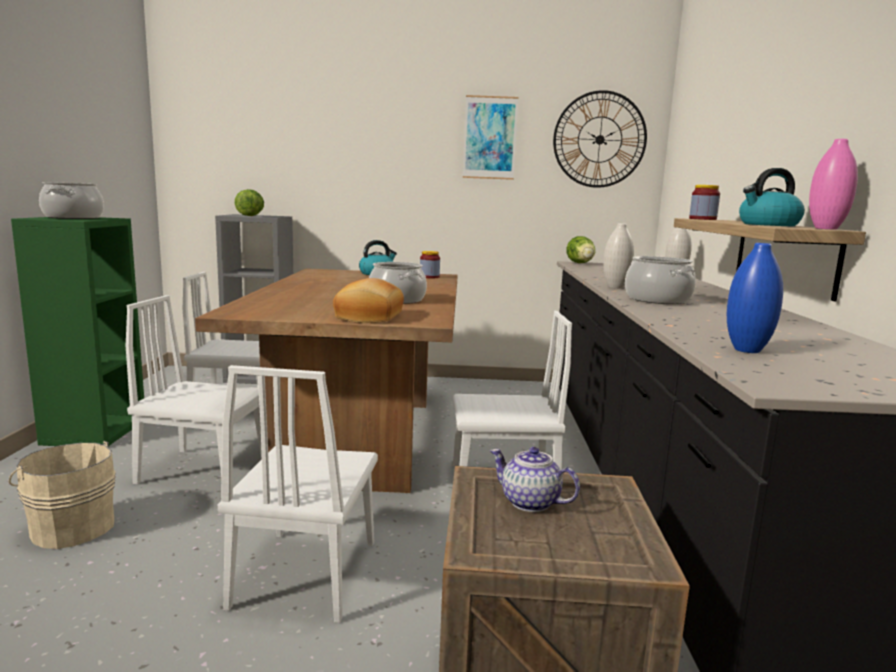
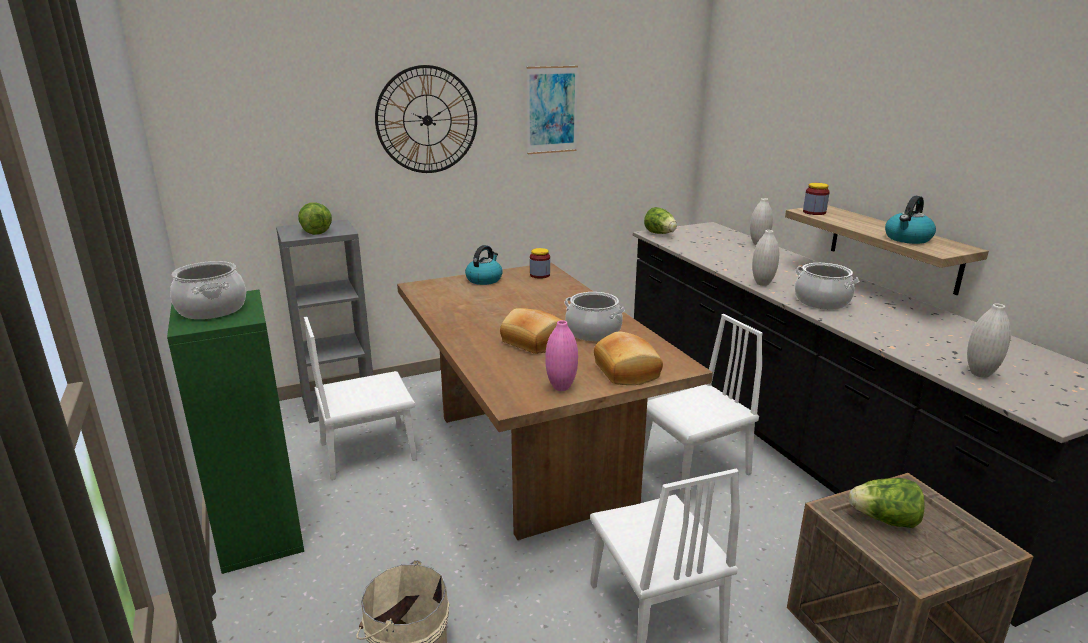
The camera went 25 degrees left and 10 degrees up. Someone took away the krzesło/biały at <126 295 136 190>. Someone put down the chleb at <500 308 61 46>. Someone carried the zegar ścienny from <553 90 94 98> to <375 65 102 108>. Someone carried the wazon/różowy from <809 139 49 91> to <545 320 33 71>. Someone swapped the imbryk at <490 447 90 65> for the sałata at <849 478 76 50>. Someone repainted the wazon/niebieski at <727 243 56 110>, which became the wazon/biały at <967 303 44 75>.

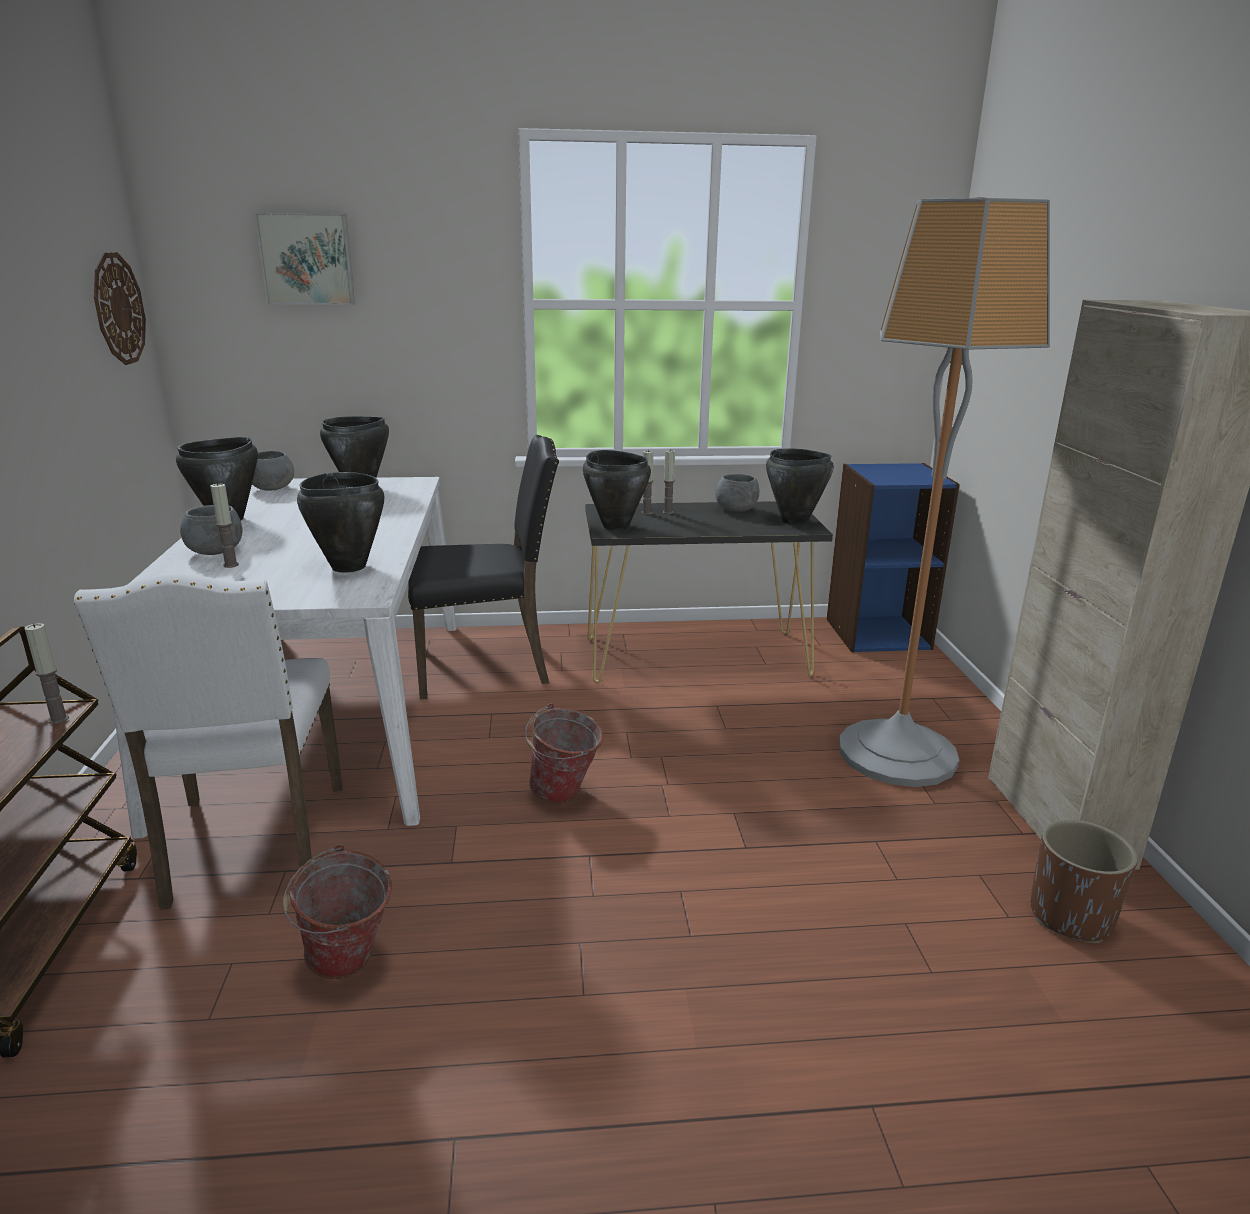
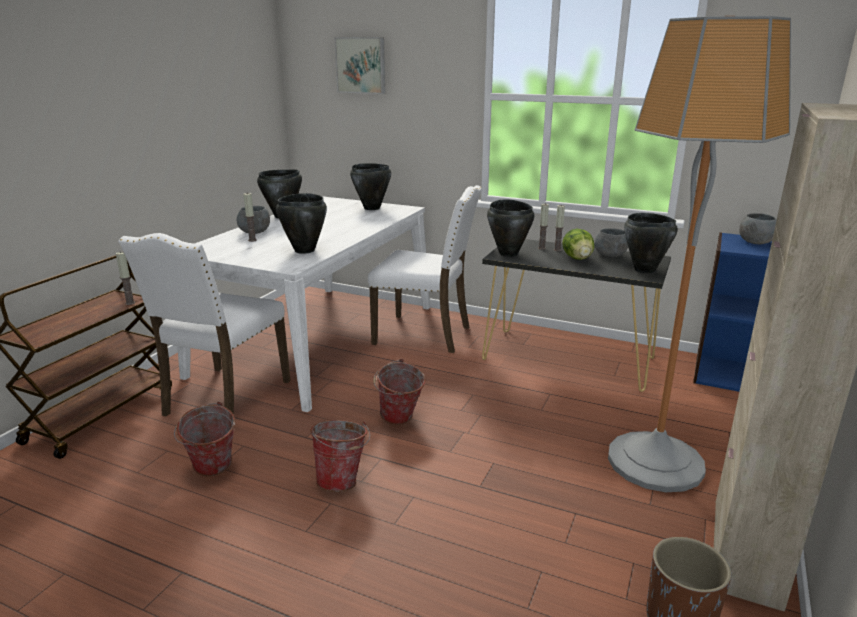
The camera went 30 degrees right and 0 degrees up. Someone took away the zegar ścienny at <94 252 52 113>. Someone put down the wiadro at <310 420 60 72>. Someone put down the sałata at <562 229 32 31>. Someone carried the miska/szary from <252 451 42 40> to <739 213 38 31>. Someone repainted the krzesło/czarny at <408 435 151 264>, which became the krzesło/biały at <368 185 114 168>.

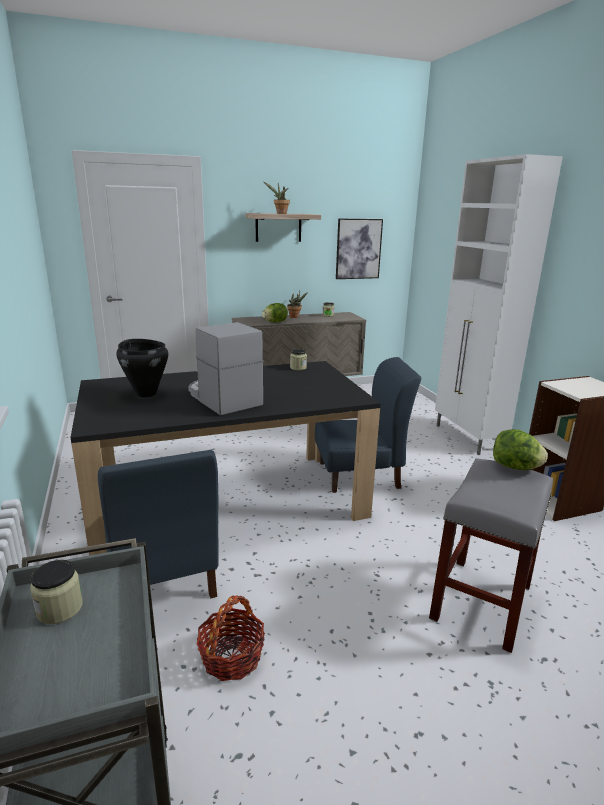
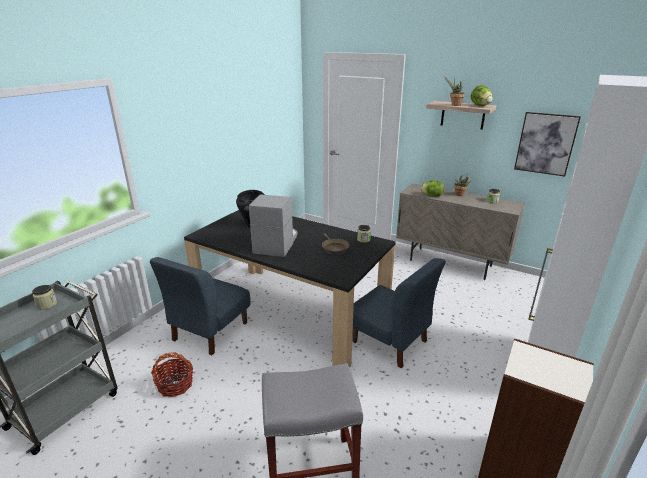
The camera went 50 degrees right and 5 degrees up. Someone put down the patelnia/brązowy at <322 233 27 22>. Someone carried the sałata from <493 429 55 41> to <471 85 22 21>.

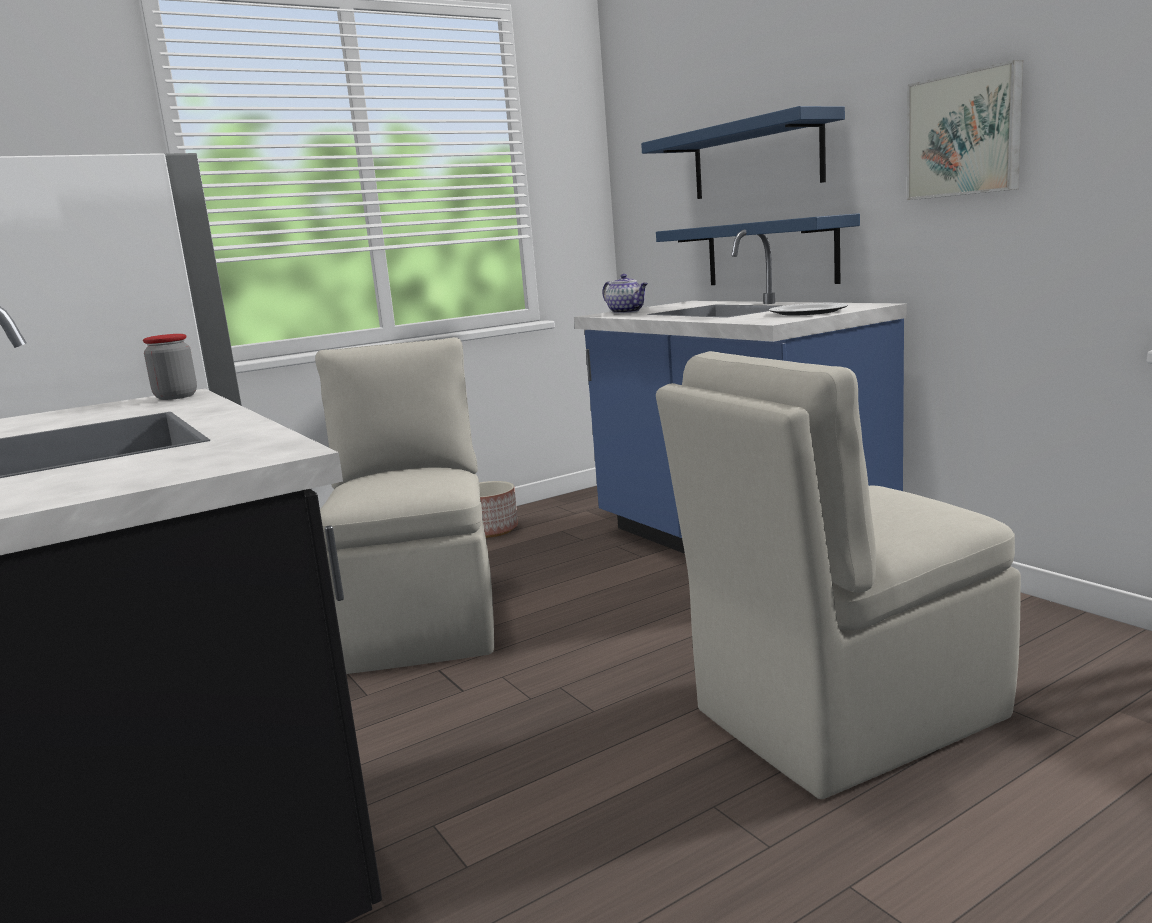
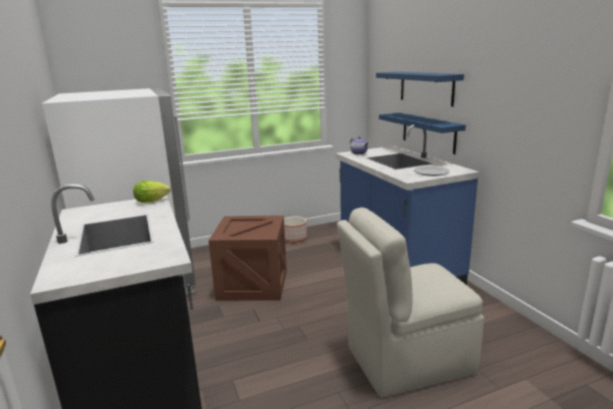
The camera went 10 degrees right and 5 degrees up. Someone took away the obraz at <907 60 116 140>. Someone swapped the słoik at <143 334 54 66> for the sałata at <133 181 38 22>. Someone swapped the krzesło/beżowy at <315 337 179 337> for the skrzynka at <208 215 79 86>.

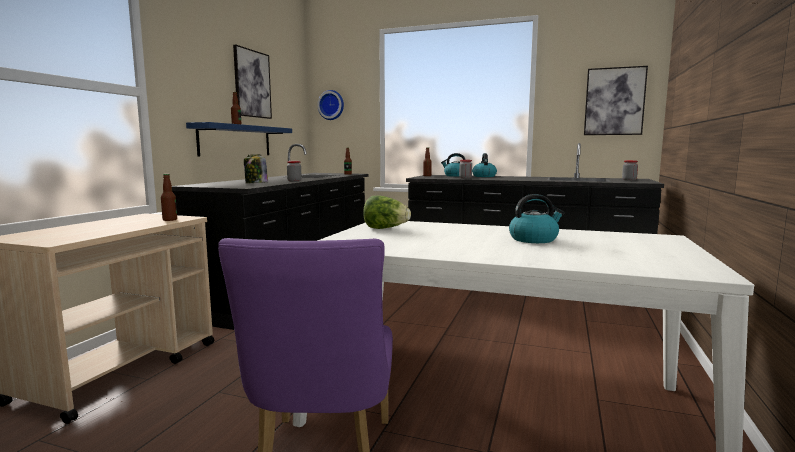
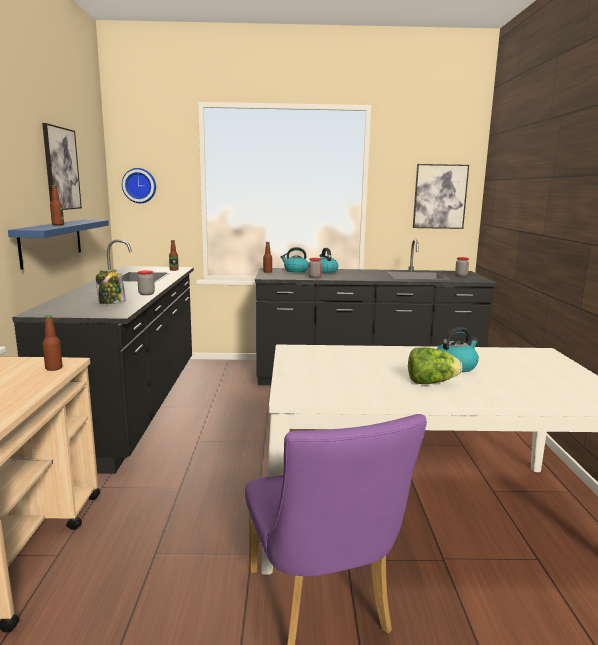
The camera went 20 degrees left and 5 degrees up. Someone carried the sałata from <363 196 48 33> to <408 347 54 37>.

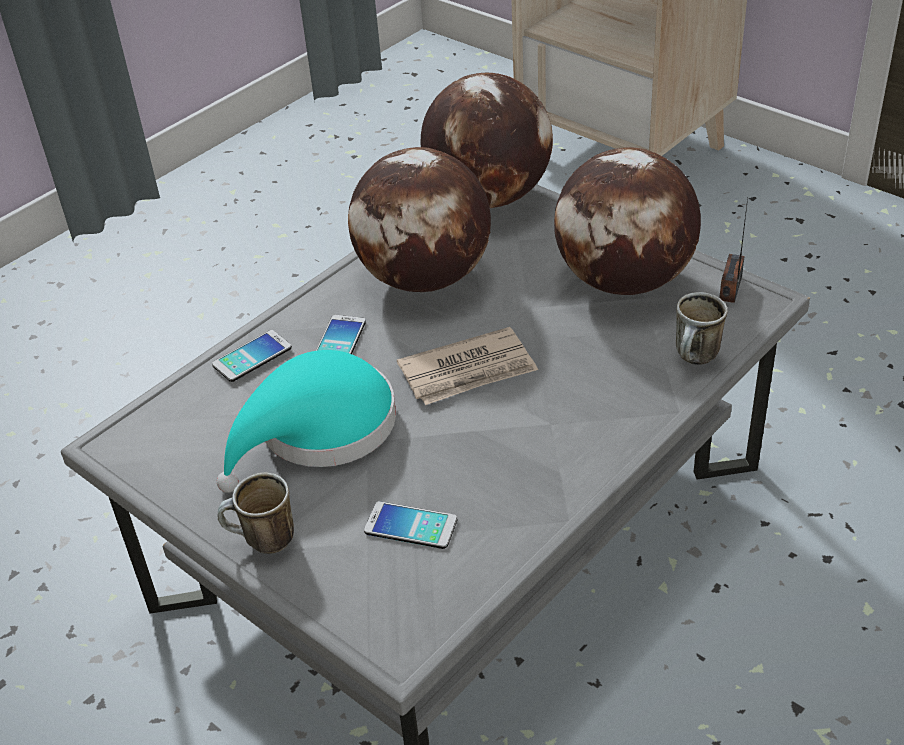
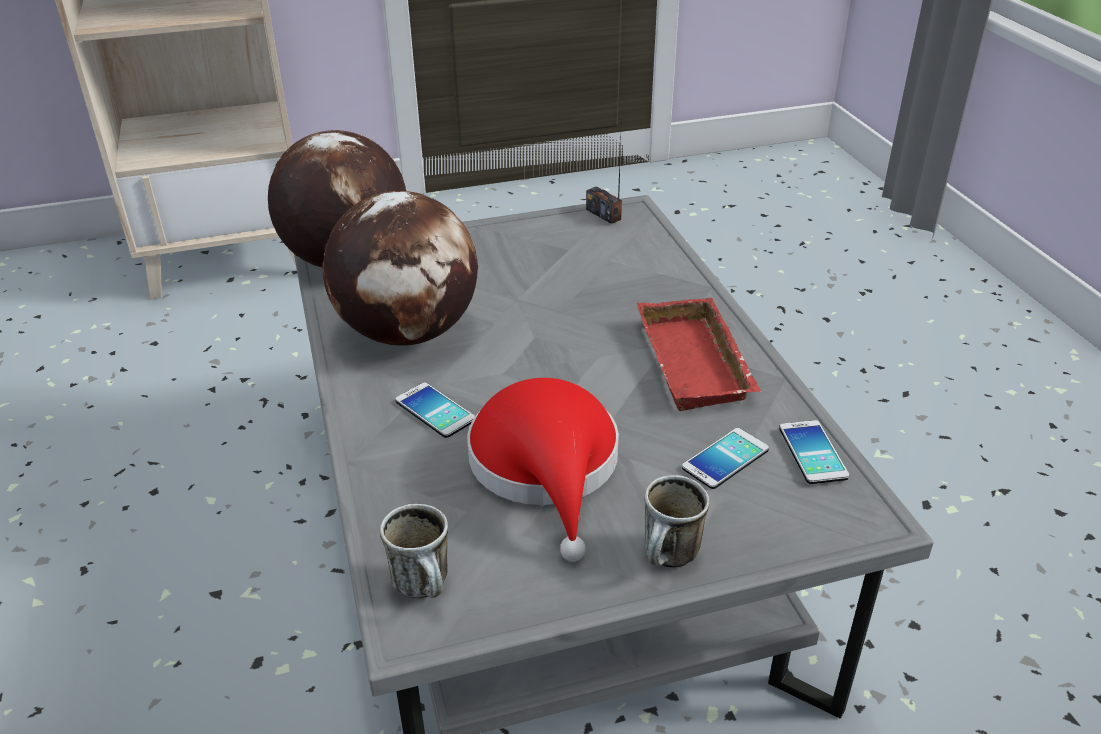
The camera went 60 degrees left and 5 degrees down. Someone took away the gazeta at <397 327 141 78>. Someone took away the globus at <554 147 147 148>. Someone put down the taca/czerwony at <637 298 124 113>. Someone carried the telefon from <212 330 80 52> to <779 420 70 64>. Someone carried the kubek from <676 292 51 73> to <380 504 68 95>. Someone repainted the kapelusz/turkusowy at <217 350 179 143>, which became the kapelusz/czerwony at <467 378 152 184>.

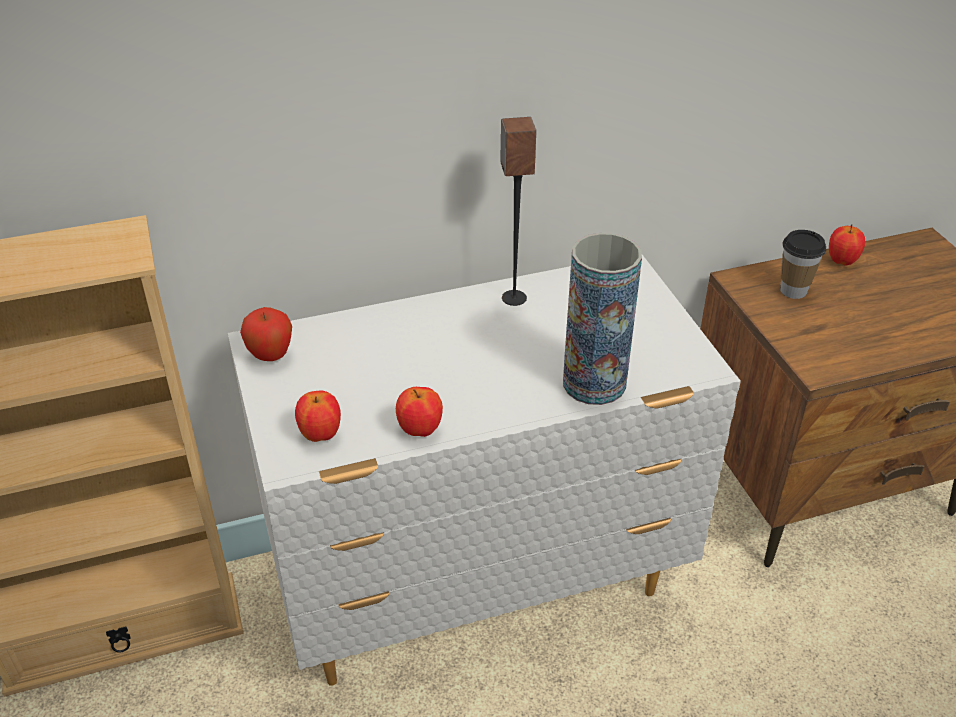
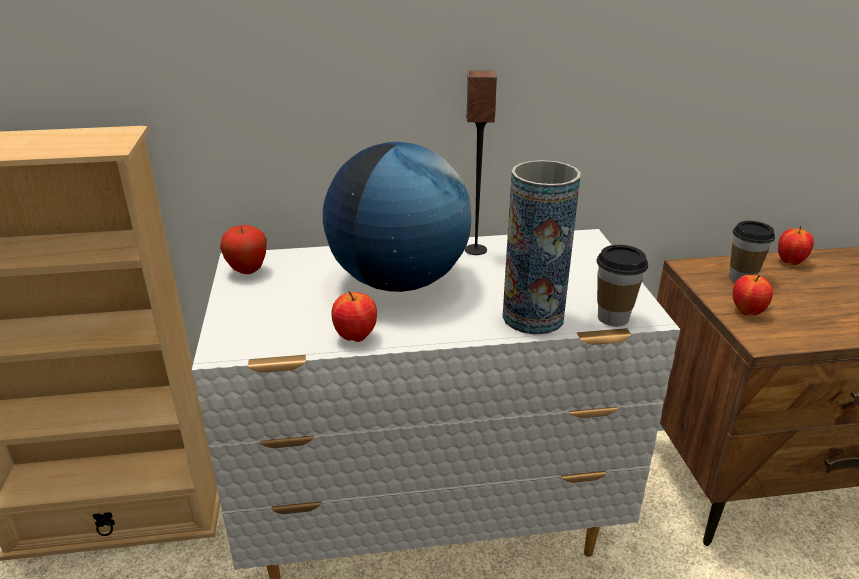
The camera went 10 degrees right and 10 degrees down. Someone put down the globus at <323 142 148 150>. Someone put down the filiżanka at <596 245 52 81>. Someone carried the jabłko from <295 391 46 51> to <733 275 40 40>.

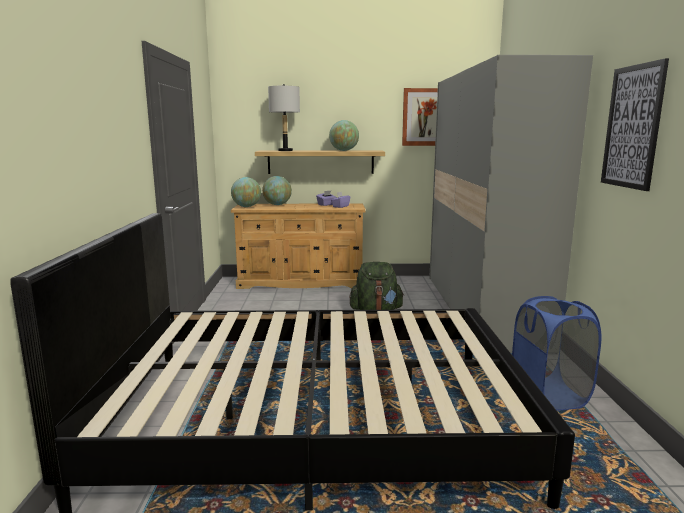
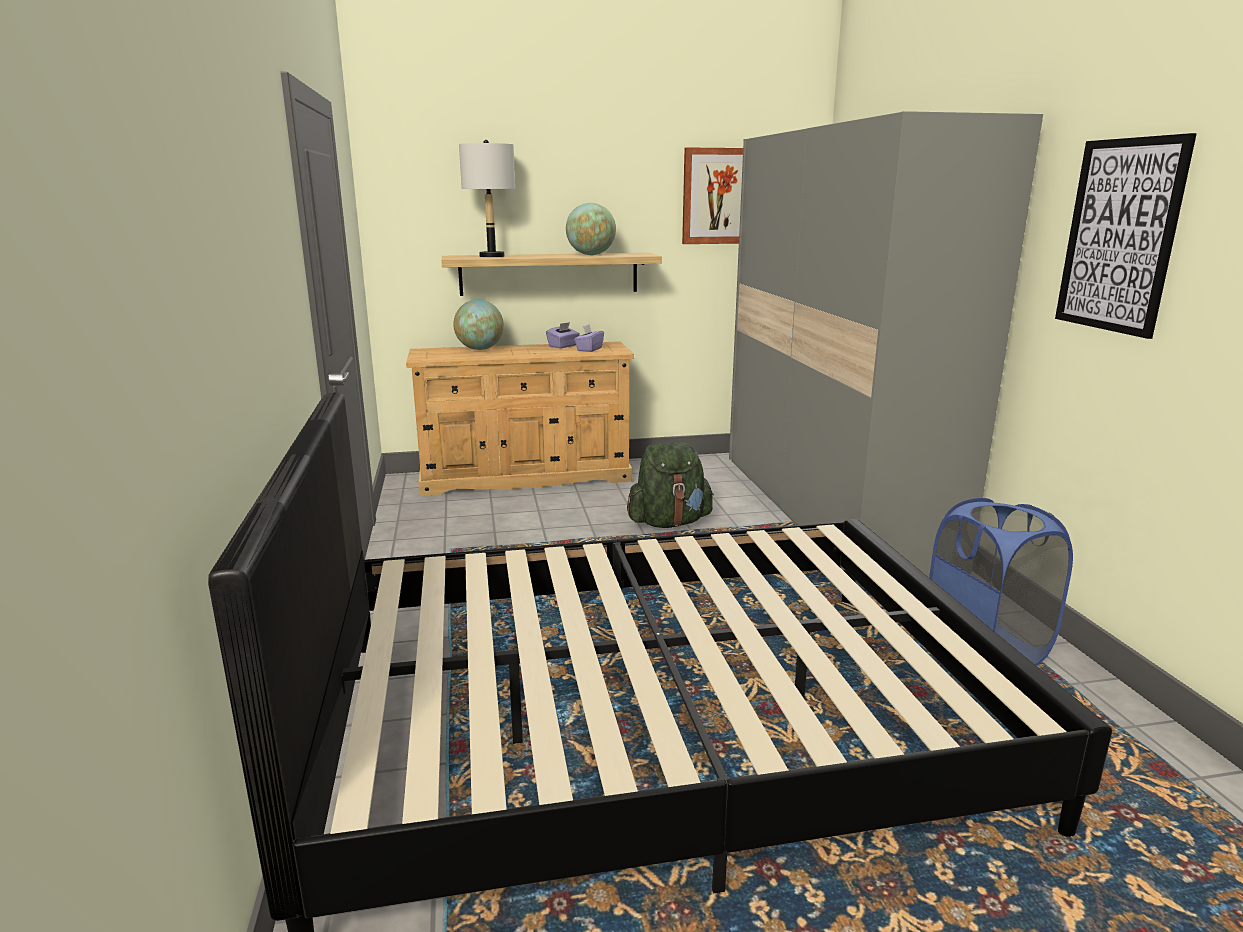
The camera went 10 degrees left and 5 degrees up. Someone took away the globus at <231 177 30 30>.

